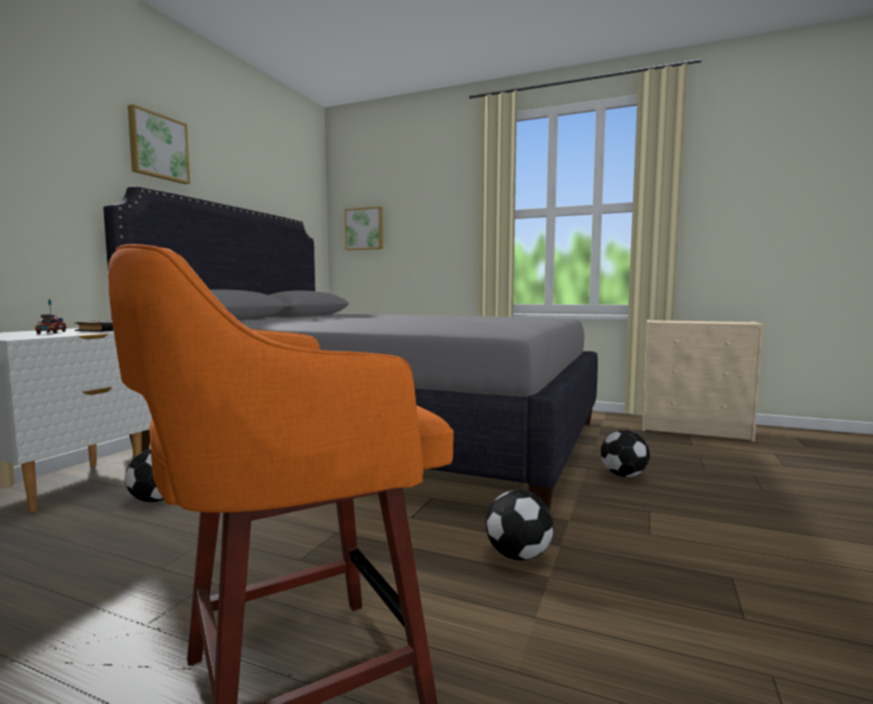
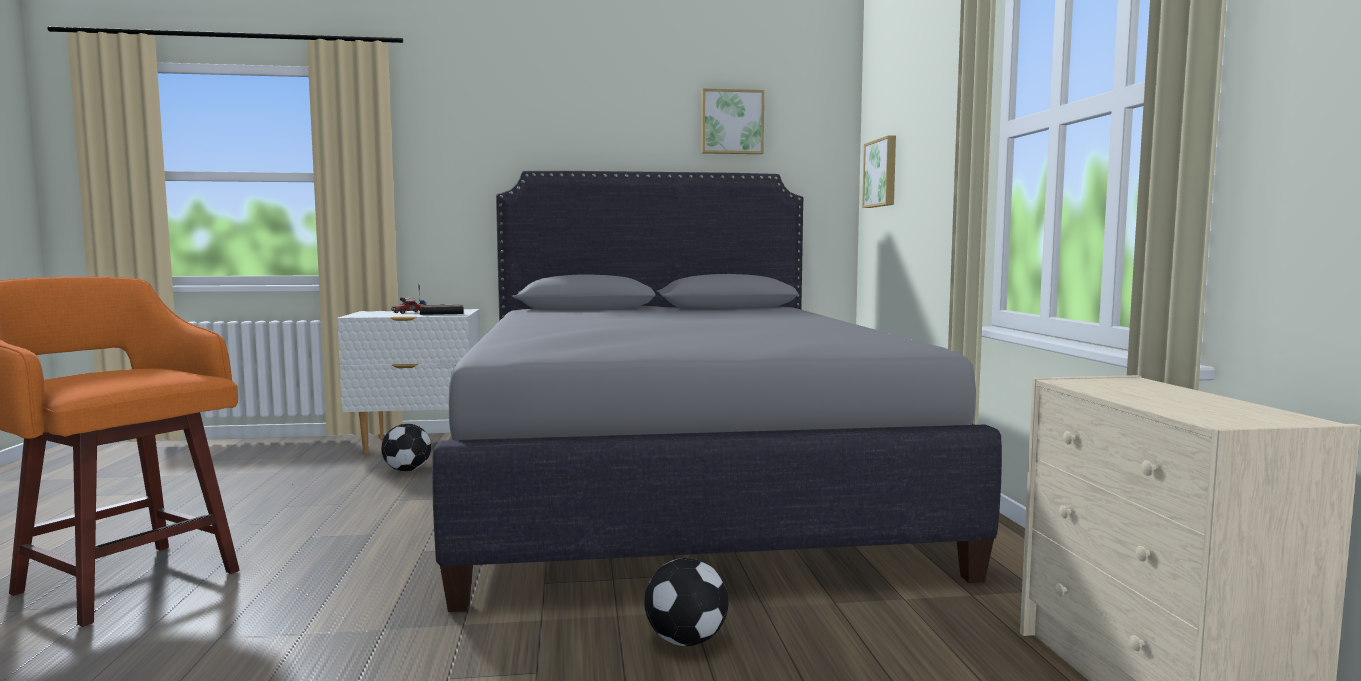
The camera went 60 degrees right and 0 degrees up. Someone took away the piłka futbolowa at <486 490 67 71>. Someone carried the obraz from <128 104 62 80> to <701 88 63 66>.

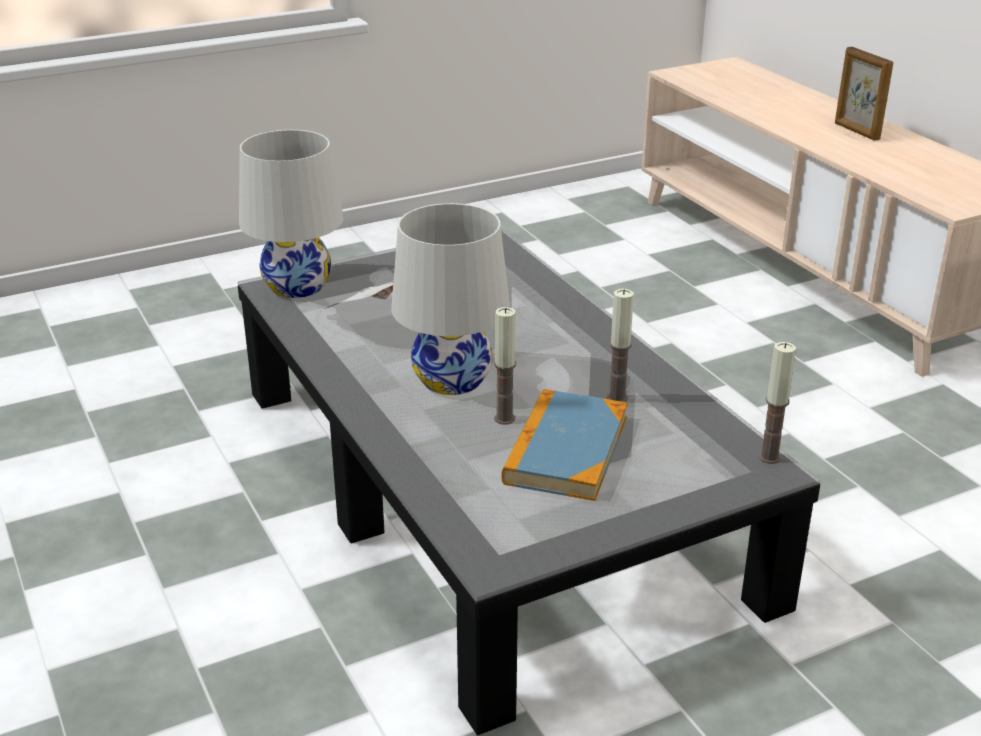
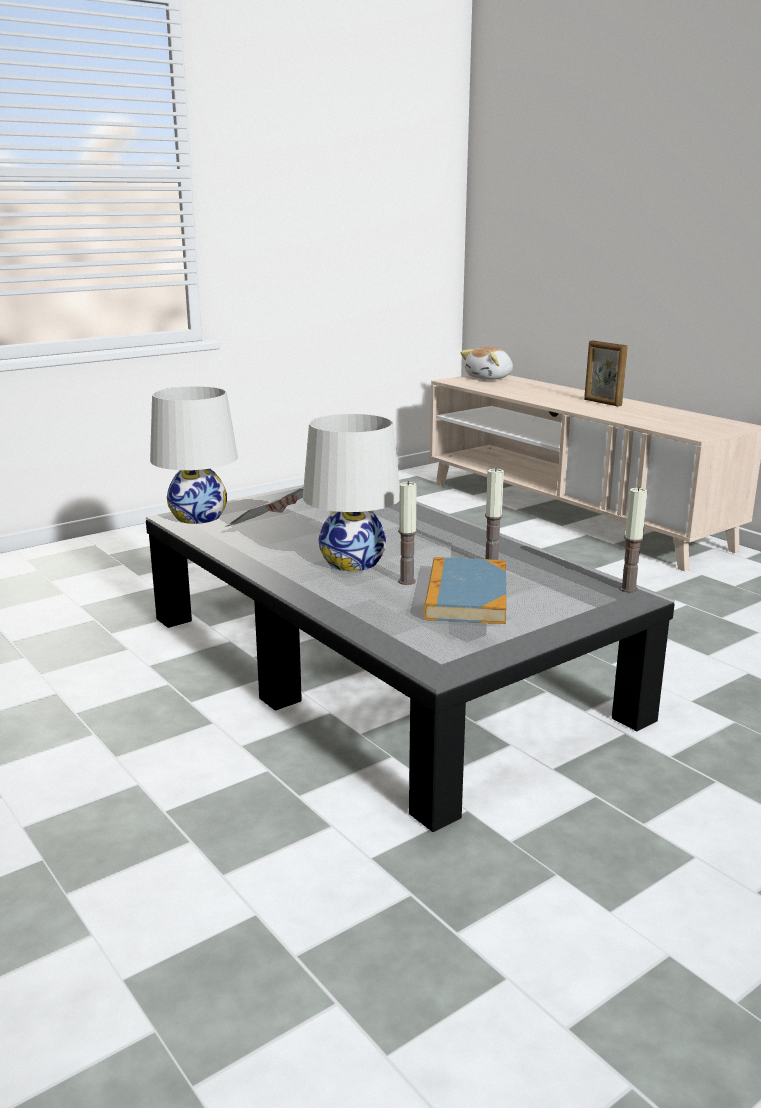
The camera went 10 degrees left and 10 degrees down. Someone put down the pluszak at <460 347 53 33>.

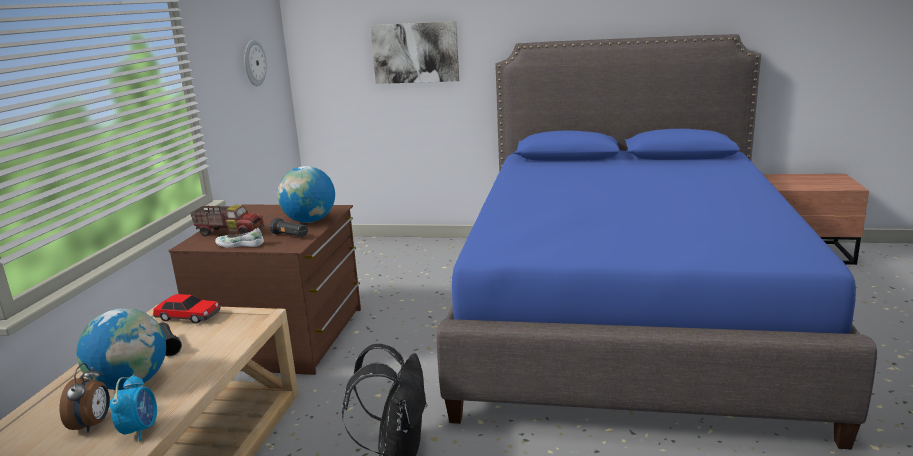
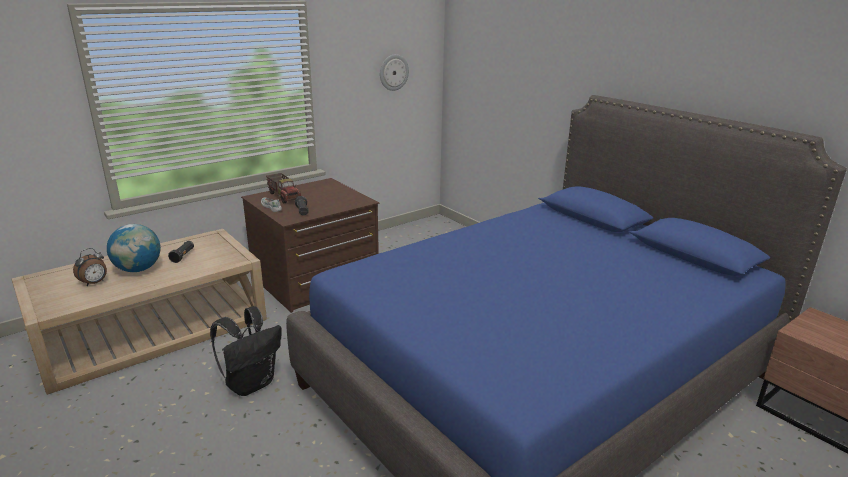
The camera went 40 degrees right and 5 degrees up. Someone took away the budzik at <110 375 47 67>. Someone took away the samochodzik at <153 294 68 30>. Someone took away the globus at <277 166 58 57>. Someone took away the obraz at <370 21 89 63>.

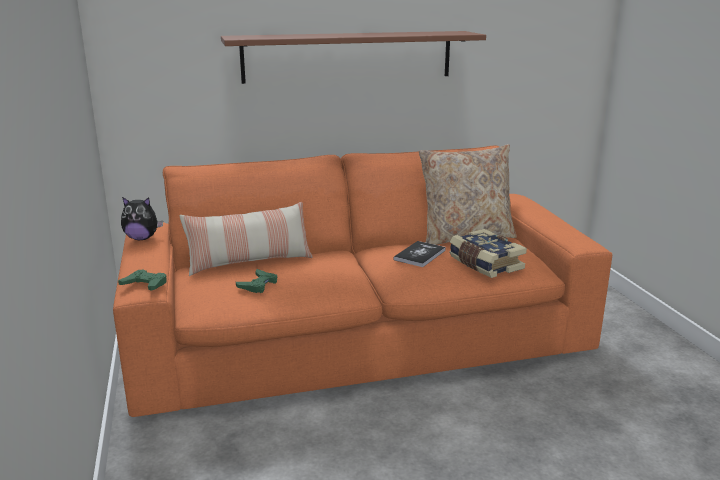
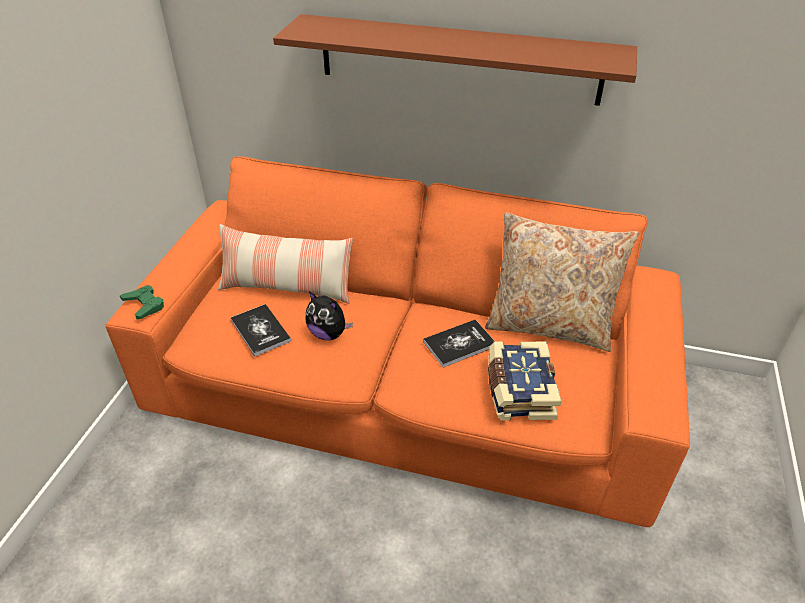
The camera went 30 degrees right and 20 degrees up. Someone carried the pluszak from <121 197 42 43> to <306 291 47 49>. Someone swapped the pad do gier/zielony at <236 269 41 24> for the książka at <231 304 60 52>.

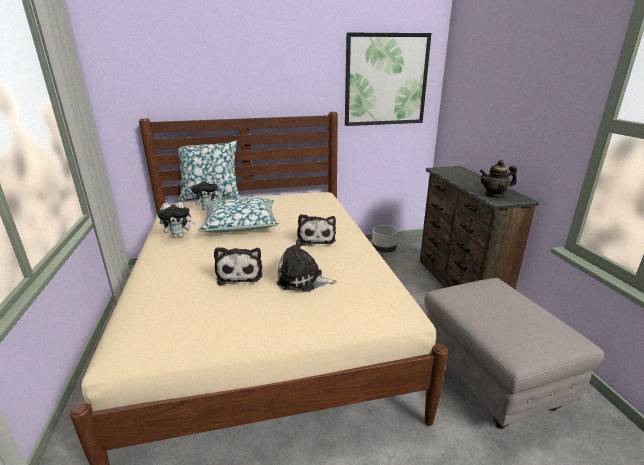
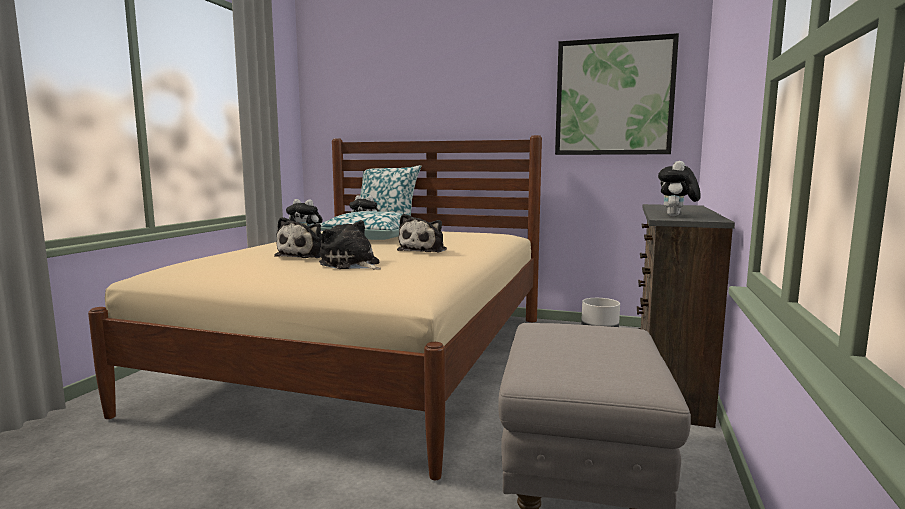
The camera went 30 degrees right and 15 degrees down. Someone swapped the imbryk at <480 160 37 38> for the pluszak at <658 161 43 55>.

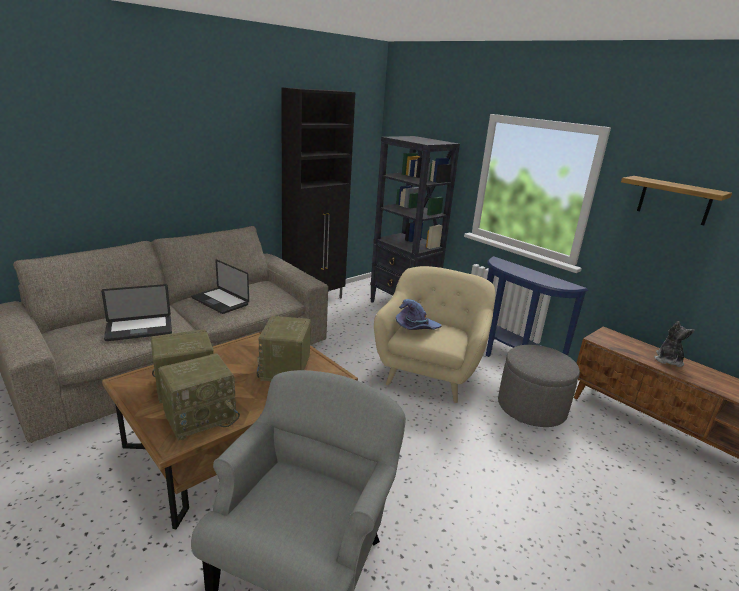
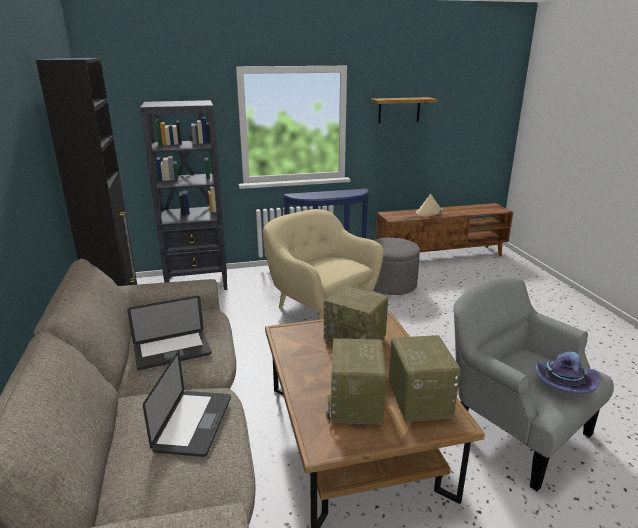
The camera went 60 degrees left and 0 degrees up. Someone carried the kapelusz/fioletowy from <396 299 46 31> to <535 351 67 43>. Someone swapped the pluszak at <654 321 41 46> for the kapelusz/beżowy at <415 194 28 23>.

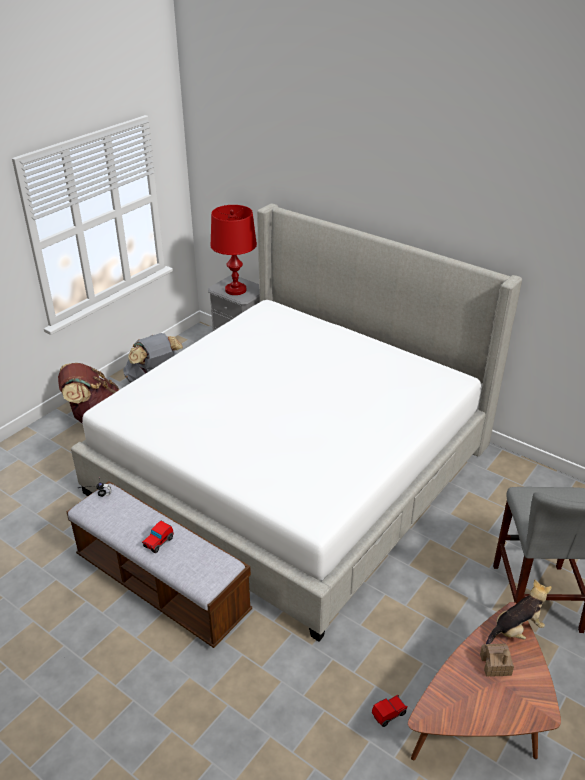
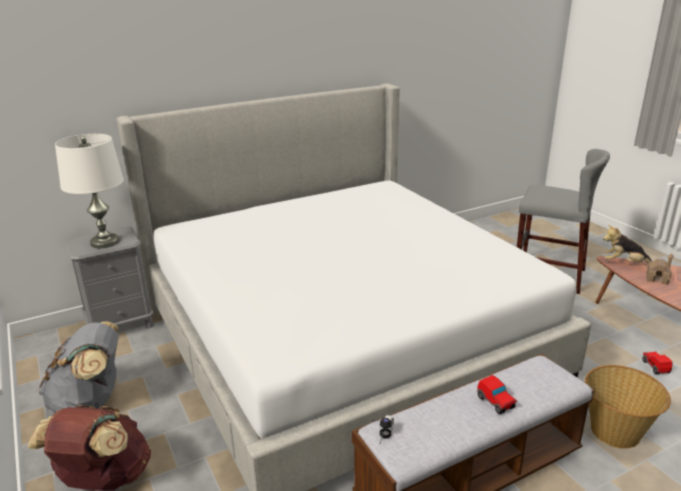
The camera went 65 degrees left and 10 degrees down. Someone put down the koszyk at <585 365 86 84>. Someone repainted the lampa stołowa/czerwony at <210 205 47 90>, which became the lampa stołowa/biały at <55 134 69 114>. Someone rotated the pluszak at <486 580 66 64> by 75 degrees counterclockwise.

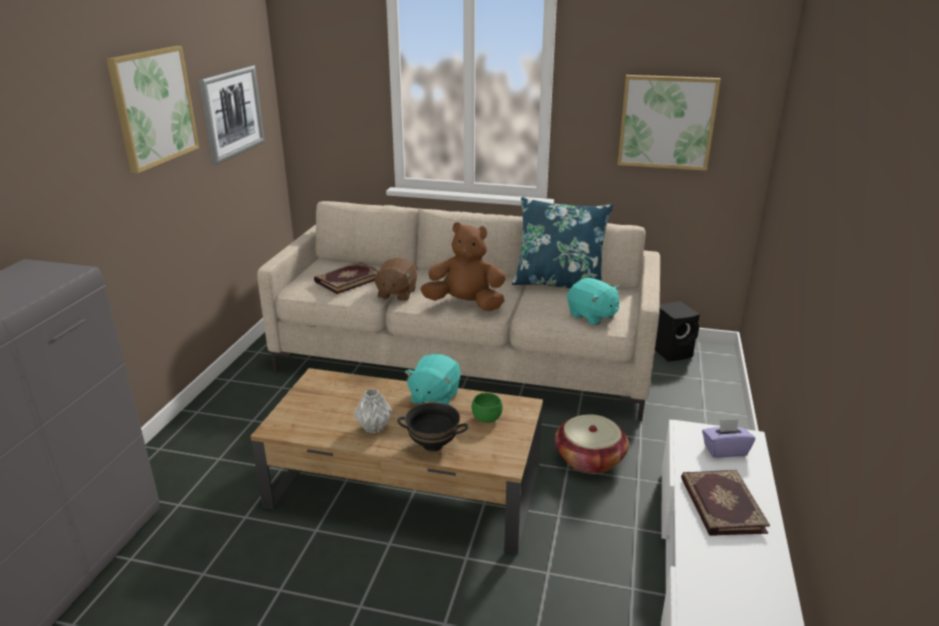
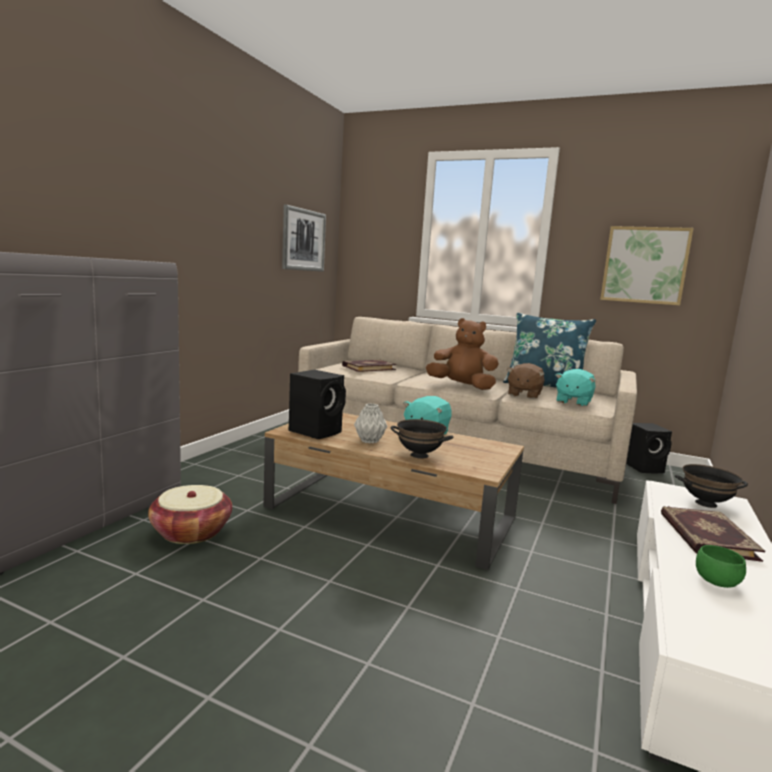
The camera went 10 degrees right and 15 degrees down. Someone took away the obraz at <106 46 93 127>. Someone put down the głośnik/czarny at <289 370 57 69>. Someone carried the pluszak/brązowy from <372 258 45 43> to <507 363 37 36>. Someone carried the miska/zielony from <472 393 31 30> to <696 545 50 43>. Someone carried the koszyk from <555 414 74 60> to <148 485 84 59>. Someone swapped the pudełko chusteczek/fioletowy at <702 420 53 38> for the miska/czarny at <675 464 73 44>. Someone rotated the pluszak/turkusowy at <567 278 53 47> by 60 degrees clockwise.

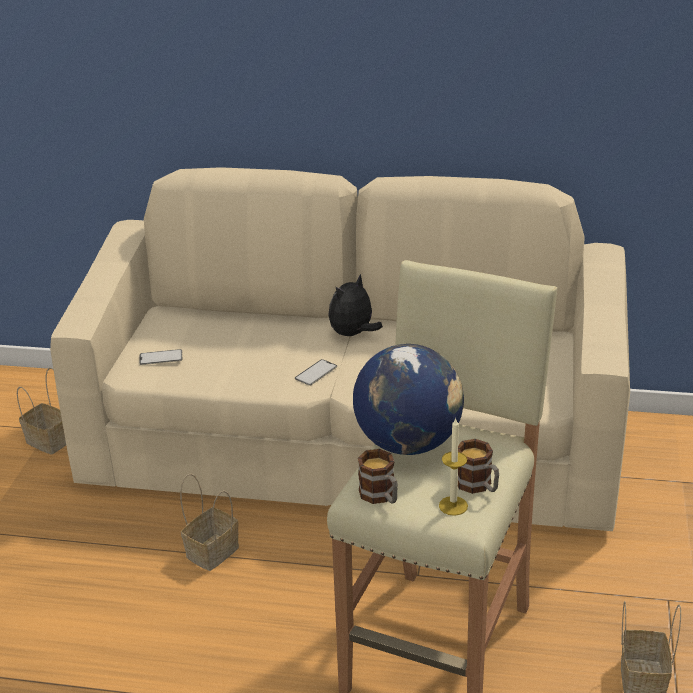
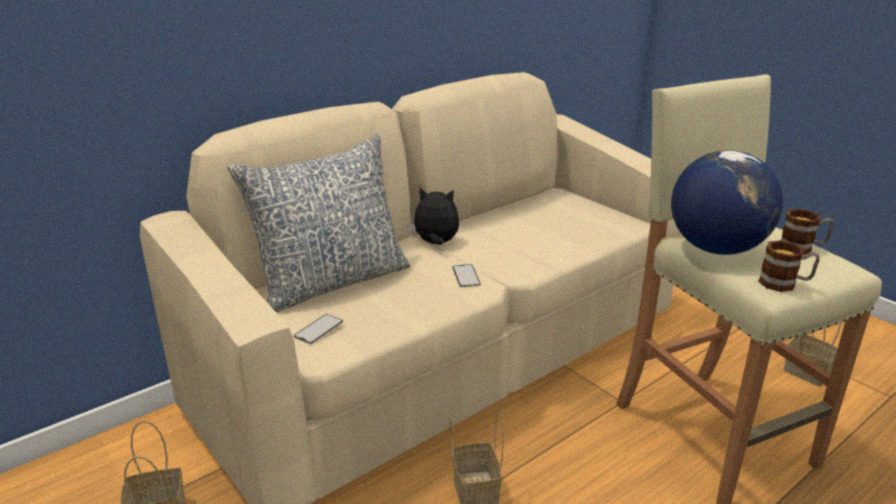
The camera went 50 degrees left and 5 degrees down. Someone took away the świeca at <439 417 29 99>. Someone put down the poduszka at <228 134 182 178>. Someone rotated the pluszak at <329 274 54 62> by 105 degrees clockwise.

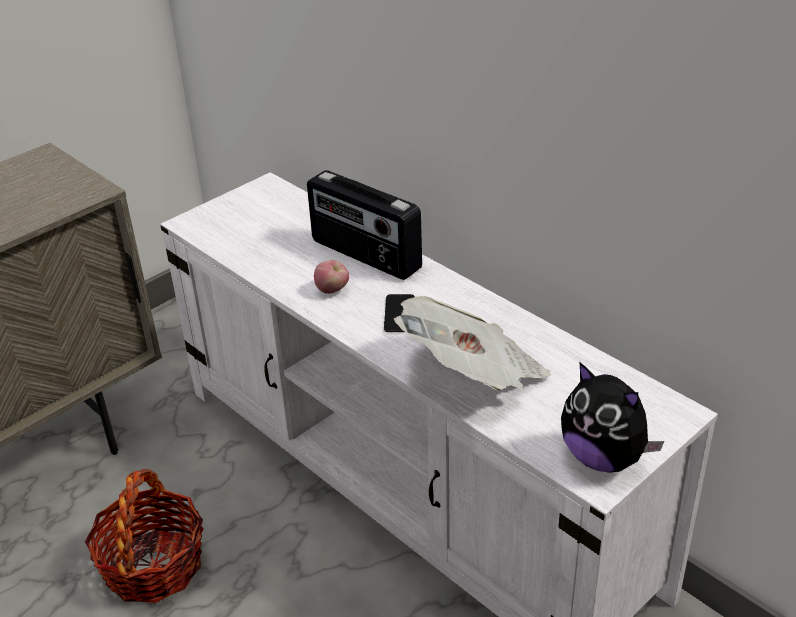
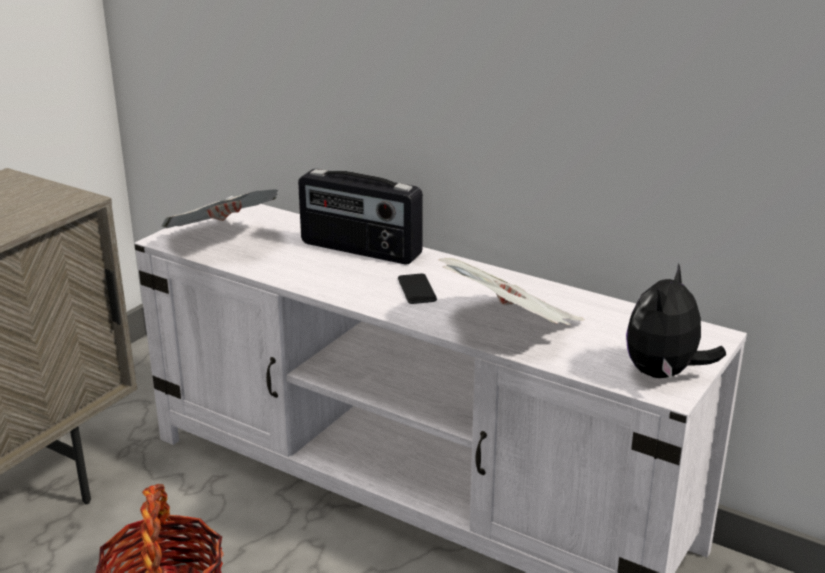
The camera went 15 degrees left and 10 degrees down. Someone took away the jabłko at <314 260 35 34>. Someone put down the gazeta at <162 189 116 40>. Someone rotated the pluszak at <561 362 103 111> by 90 degrees clockwise.

